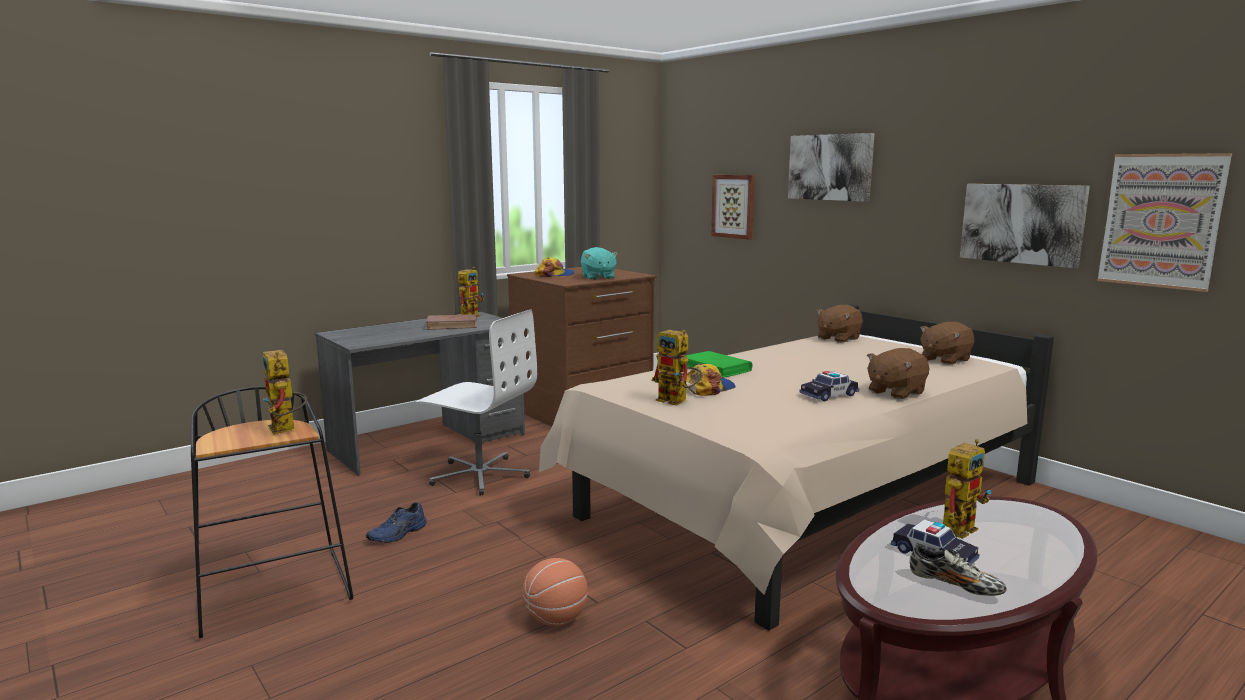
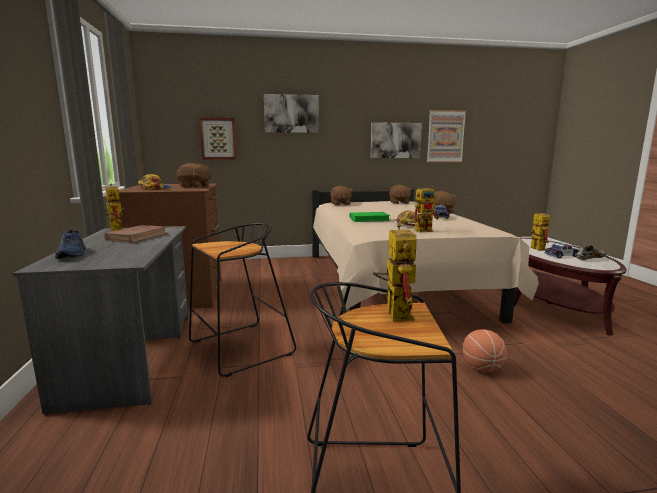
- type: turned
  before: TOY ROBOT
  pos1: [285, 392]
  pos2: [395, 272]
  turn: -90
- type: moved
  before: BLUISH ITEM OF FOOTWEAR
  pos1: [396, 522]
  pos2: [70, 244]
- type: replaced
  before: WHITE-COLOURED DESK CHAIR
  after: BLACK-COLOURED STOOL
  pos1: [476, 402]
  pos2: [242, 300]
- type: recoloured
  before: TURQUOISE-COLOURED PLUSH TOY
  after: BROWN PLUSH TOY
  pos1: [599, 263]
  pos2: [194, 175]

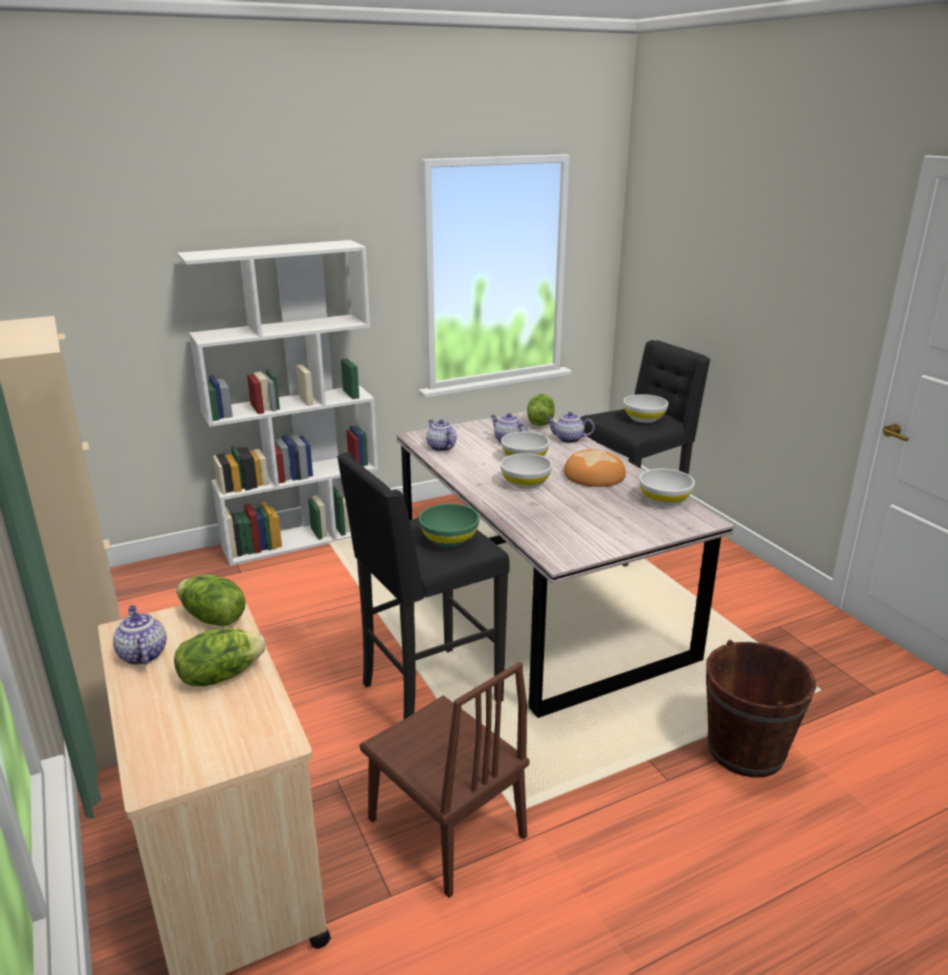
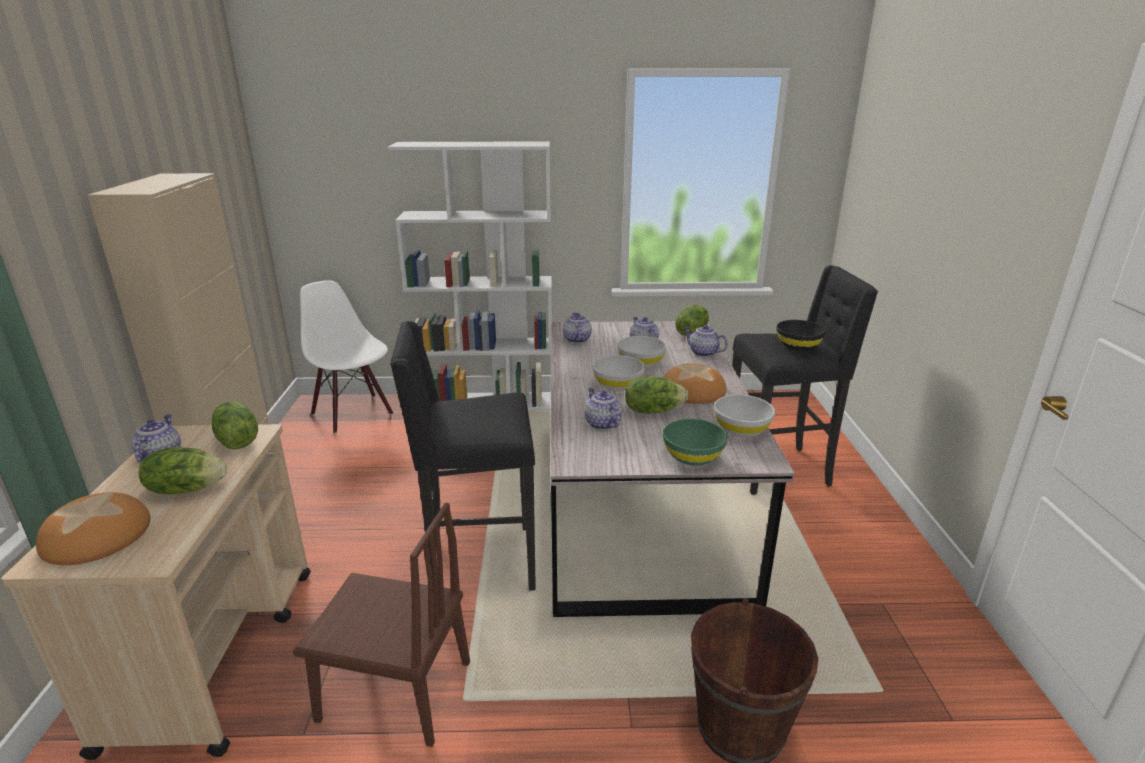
- type: turned
  before: BROWN PLAIN CHAIR
  pos1: [444, 780]
  pos2: [381, 625]
  turn: -60
- type: moved
  before: GREENISH DEEP DISH
  pos1: [449, 525]
  pos2: [695, 442]
- type: recoloured
  before: WHITE-COLOURED DEEP DISH
  after: BLACK-COLOURED DEEP DISH
  pos1: [646, 408]
  pos2: [801, 335]
- type: added
  after: BREAD
  pos2: [93, 528]
- type: added
  after: WHITE-COLOURED PLAIN CHAIR
  pos2: [346, 357]
- type: added
  after: TEAPOT
  pos2: [603, 409]
- type: added
  after: HEAD OF LETTUCE
  pos2: [656, 395]

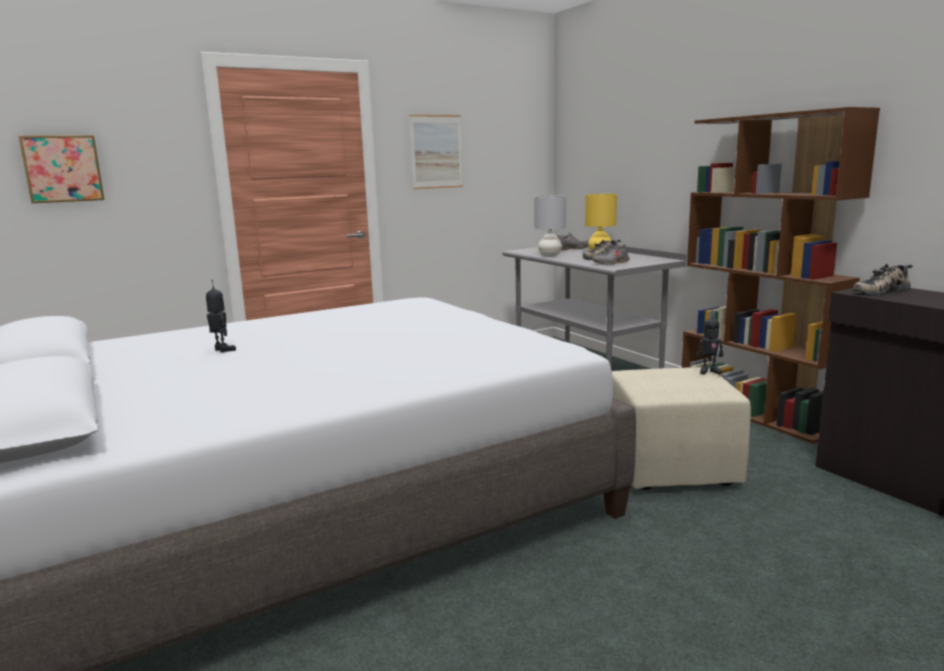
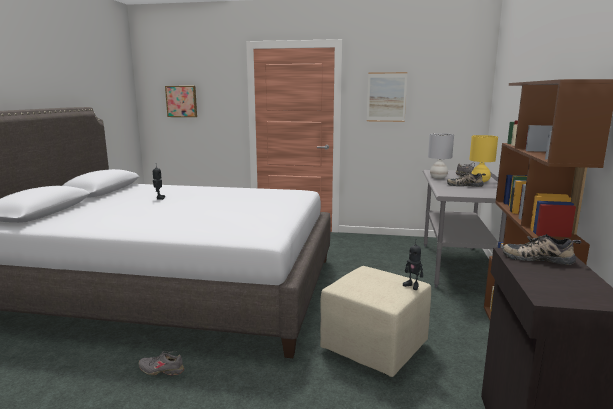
- type: moved
  before: GREYISH ITEM OF FOOTWEAR
  pos1: [611, 254]
  pos2: [161, 363]

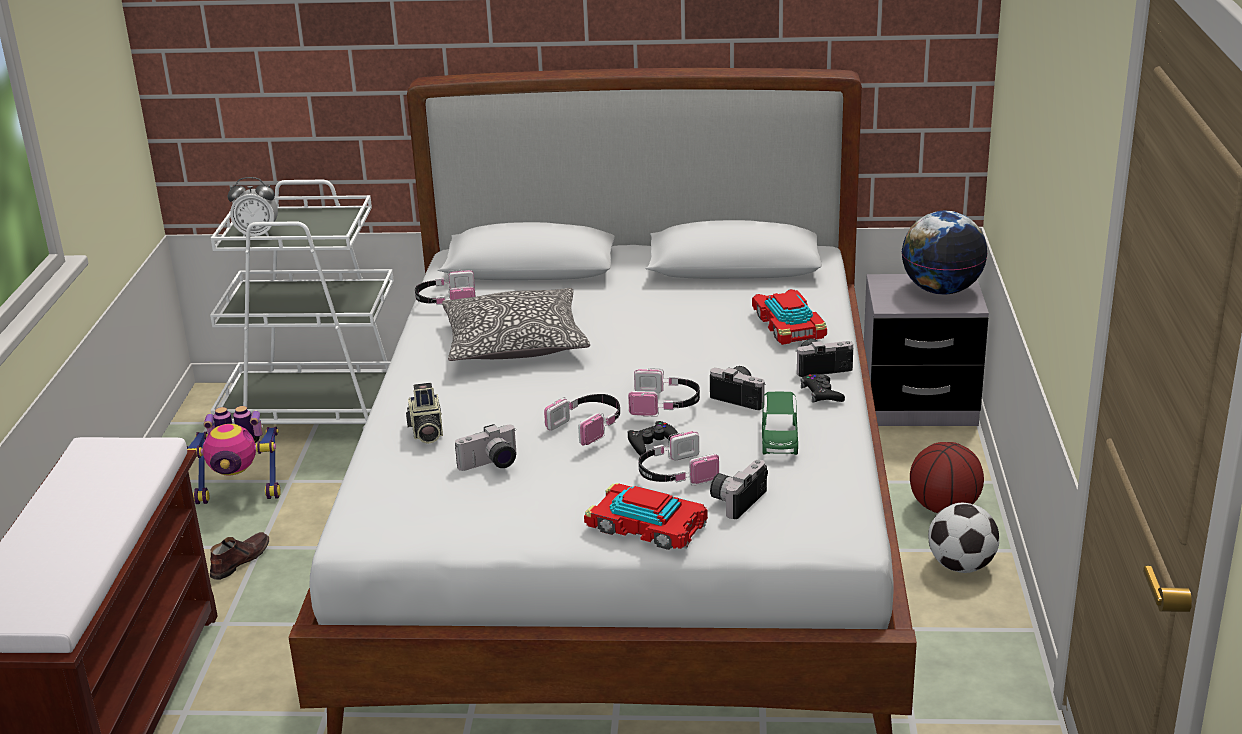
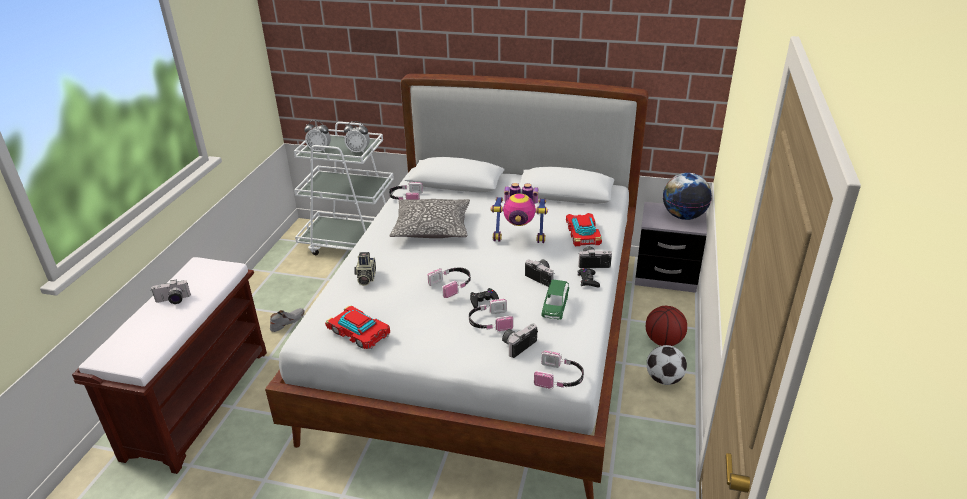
- type: moved
  before: TOY ROBOT
  pos1: [234, 455]
  pos2: [519, 213]
- type: recoloured
  before: BROWN ITEM OF FOOTWEAR
  after: GREYISH ITEM OF FOOTWEAR
  pos1: [239, 556]
  pos2: [287, 320]
- type: moved
  before: STILL CAMERA
  pos1: [486, 447]
  pos2: [171, 291]
- type: moved
  before: MODEL CAR
  pos1: [646, 516]
  pos2: [357, 327]
- type: moved
  before: PAIR OF HEADPHONES
  pos1: [664, 392]
  pos2: [559, 370]
- type: added
  after: TABLE CLOCK
  pos2: [357, 137]

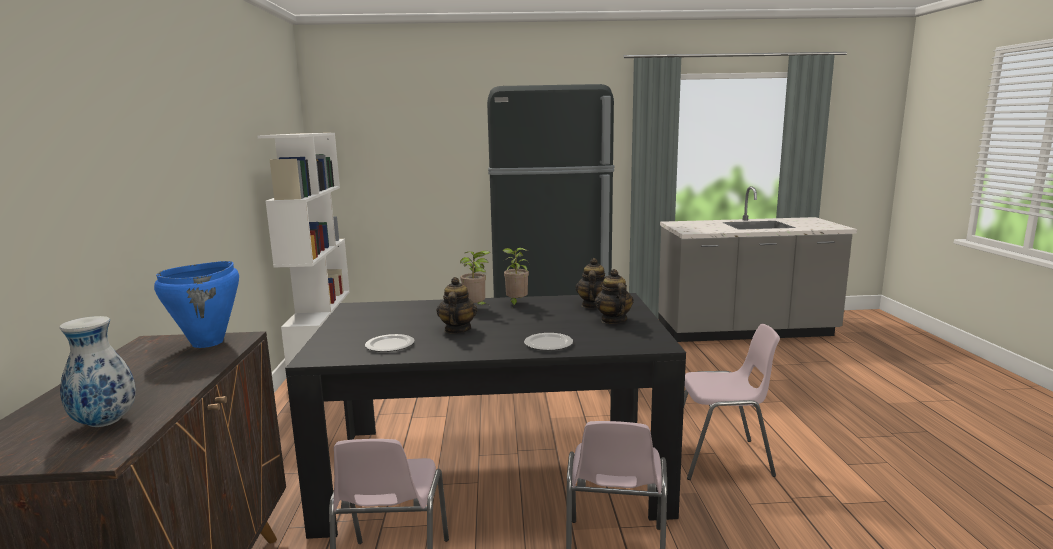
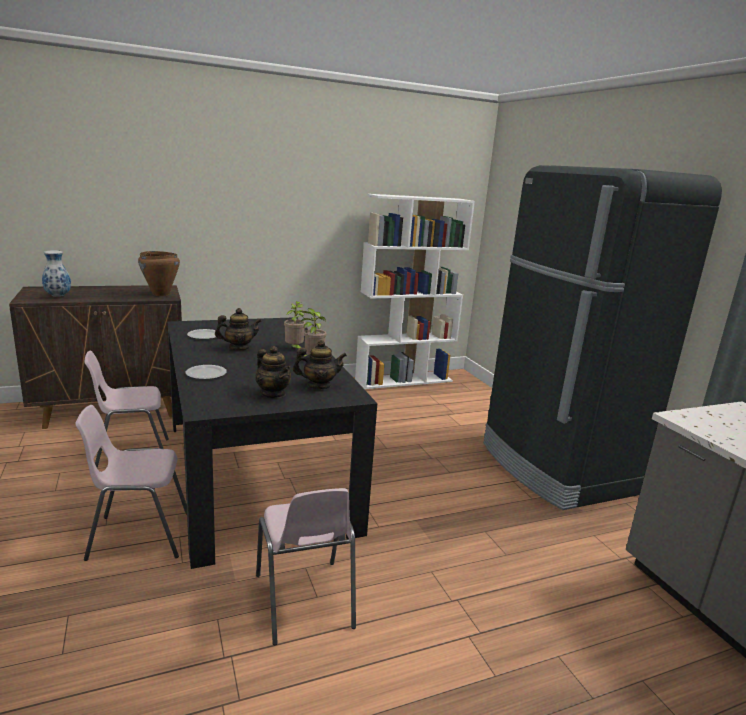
- type: recoloured
  before: BLUISH SAUCEPOT
  after: BROWN SAUCEPOT
  pos1: [196, 304]
  pos2: [159, 273]
- type: turned
  before: TEAPOT
  pos1: [614, 296]
  pos2: [273, 372]
  turn: 75

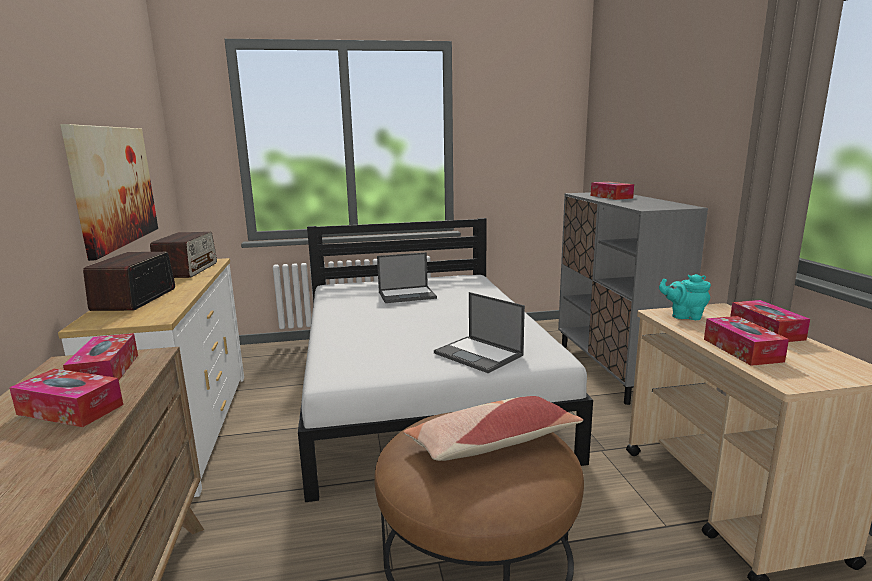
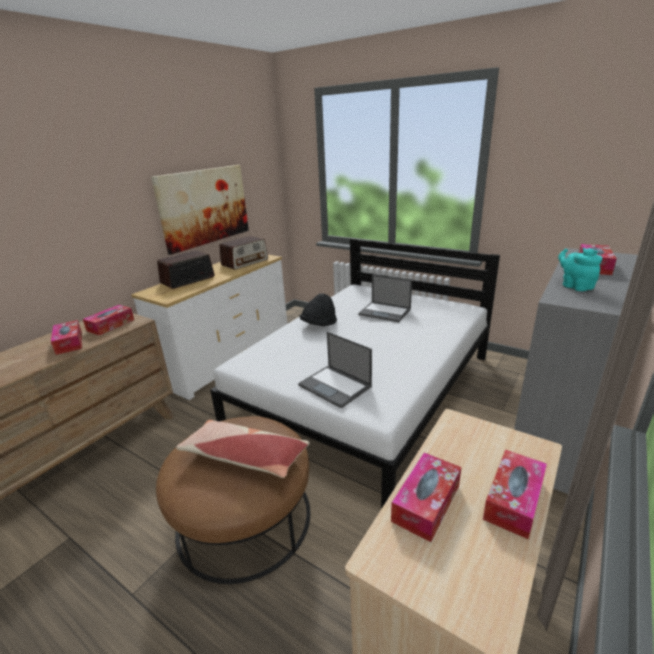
- type: turned
  before: LAPTOP
  pos1: [479, 332]
  pos2: [335, 370]
  turn: -45
- type: moved
  before: TURQUOISE-COLOURED TEAPOT
  pos1: [685, 297]
  pos2: [580, 269]
- type: added
  after: BLACK-COLOURED CLOTHING HAT
  pos2: [318, 309]

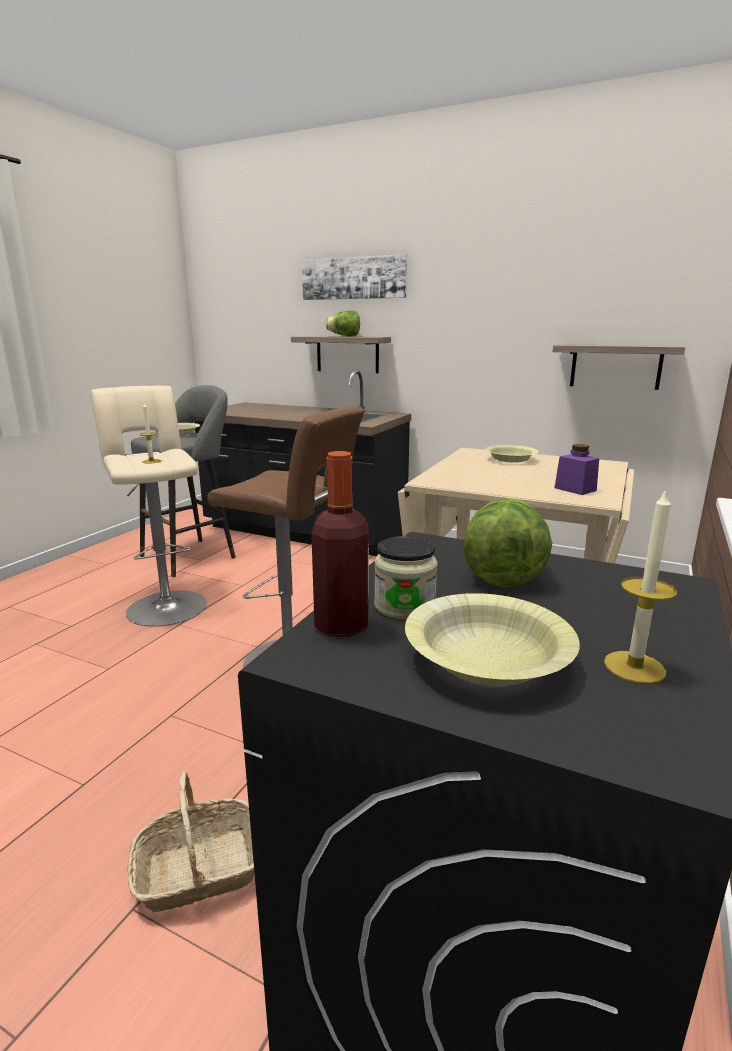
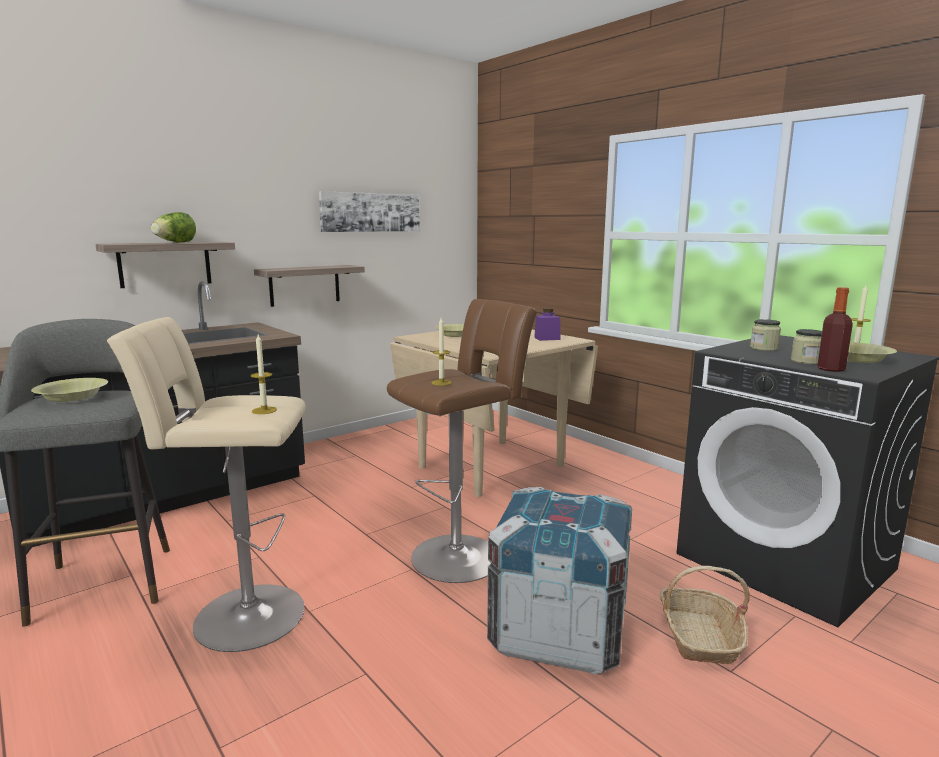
- type: moved
  before: WALL ART
  pos1: [354, 277]
  pos2: [369, 211]
- type: replaced
  before: HEAD OF LETTUCE
  after: JAR
  pos1: [507, 542]
  pos2: [765, 335]
- type: moved
  before: WALL SHELF
  pos1: [619, 367]
  pos2: [309, 286]
- type: added
  after: CANDLE
  pos2: [441, 352]
- type: added
  after: SHIPPING CRATE
  pos2: [559, 580]

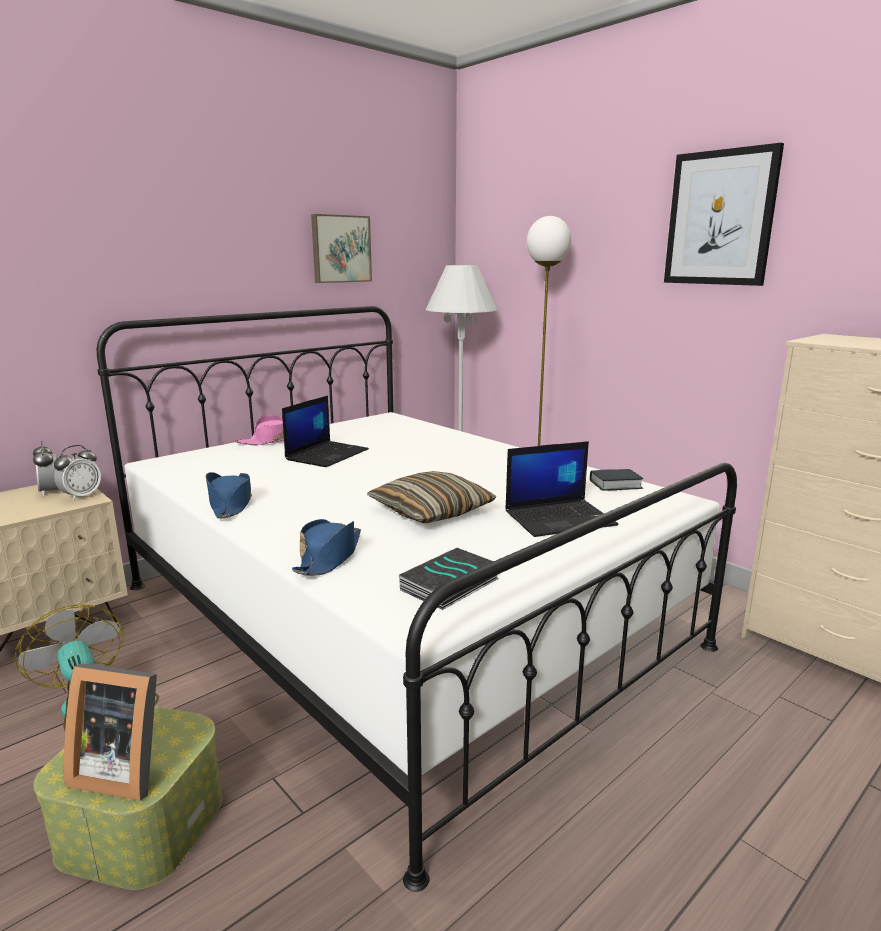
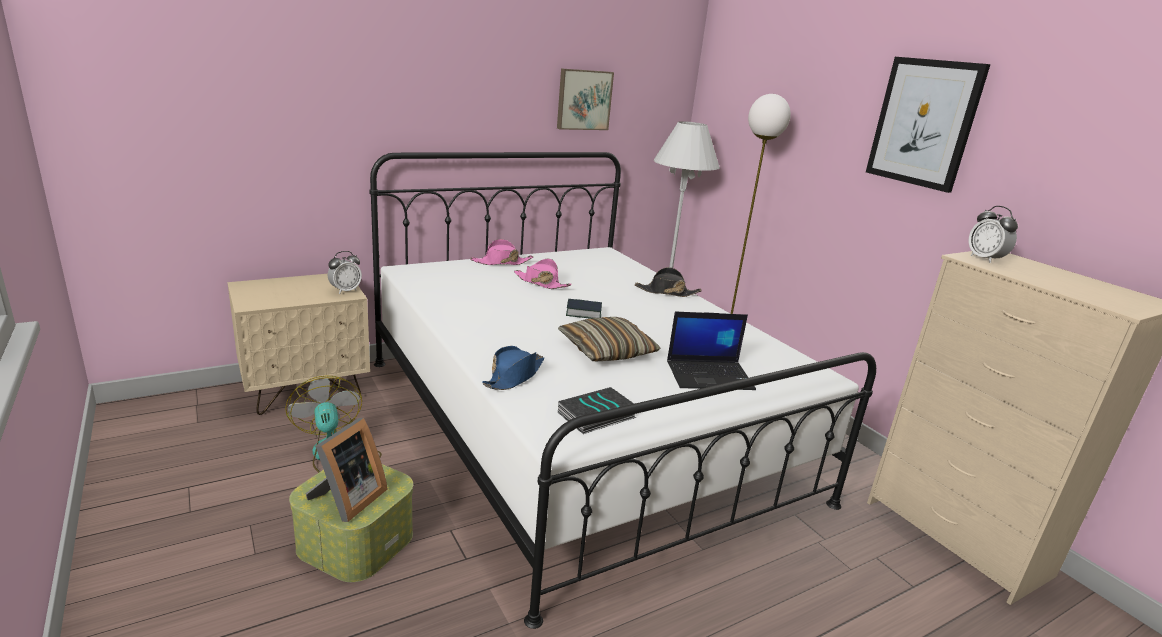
- type: moved
  before: TABLE CLOCK
  pos1: [46, 468]
  pos2: [993, 234]
- type: turned
  before: PHOTO FRAME
  pos1: [110, 732]
  pos2: [346, 470]
  turn: -90
- type: removed
  before: BLUISH CLOTHING HAT
  pos1: [229, 495]
- type: replaced
  before: LAPTOP
  after: PINK-COLOURED CLOTHING HAT
  pos1: [325, 431]
  pos2: [543, 274]
- type: moved
  before: BOUND BOOK
  pos1: [616, 480]
  pos2: [584, 309]
- type: added
  after: BLACK-COLOURED CLOTHING HAT
  pos2: [668, 282]

